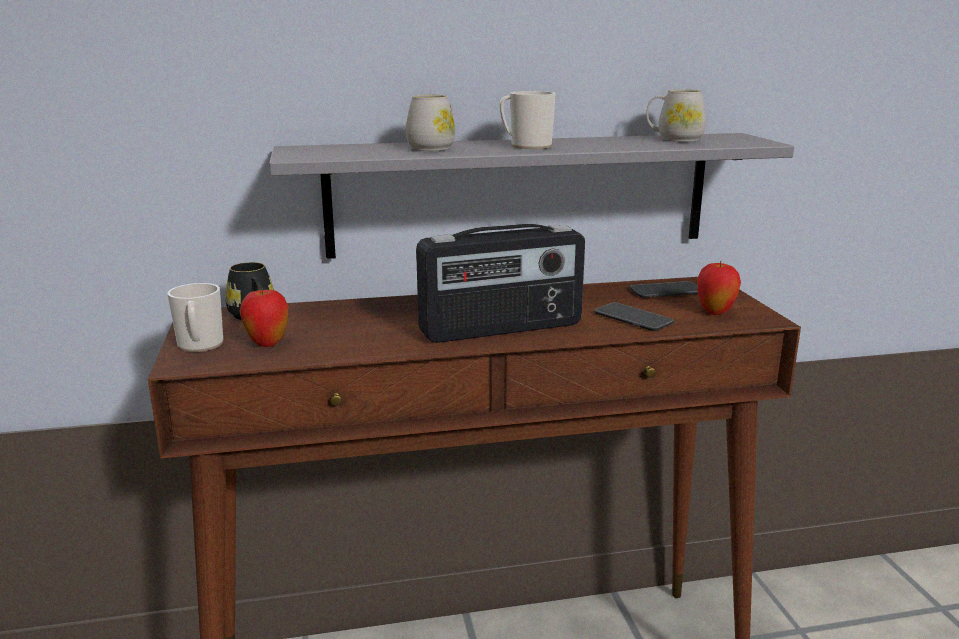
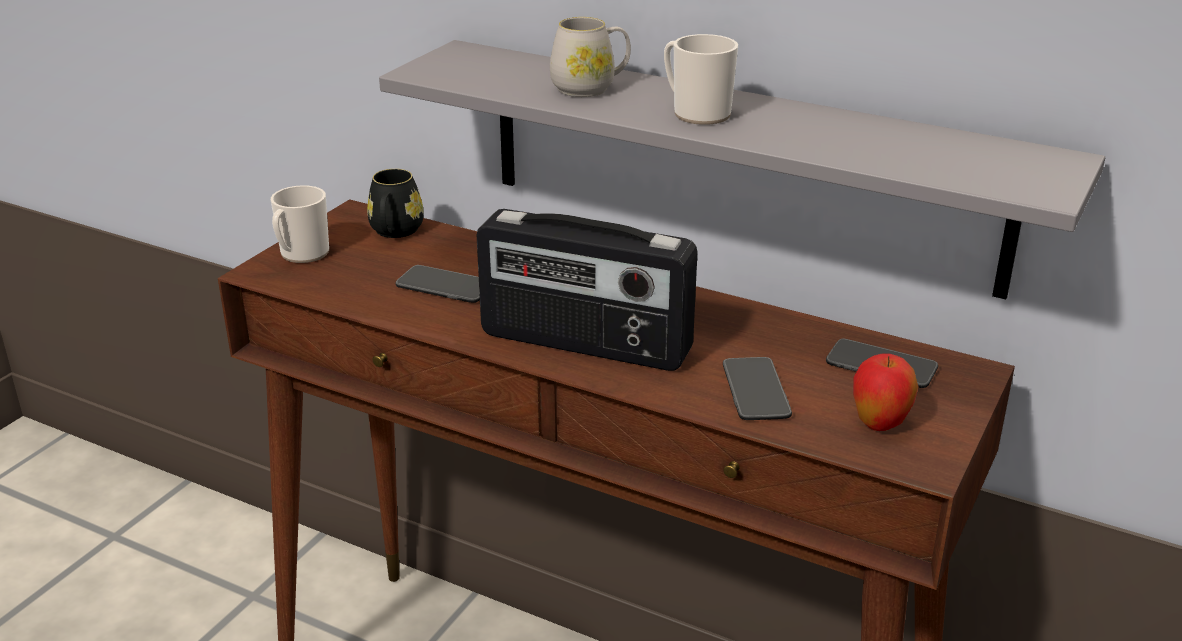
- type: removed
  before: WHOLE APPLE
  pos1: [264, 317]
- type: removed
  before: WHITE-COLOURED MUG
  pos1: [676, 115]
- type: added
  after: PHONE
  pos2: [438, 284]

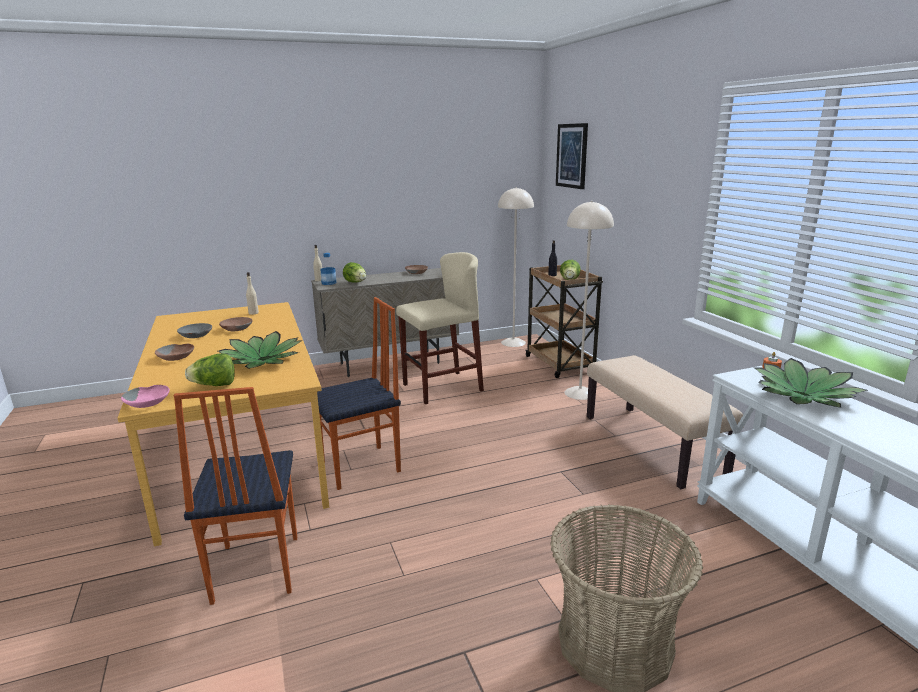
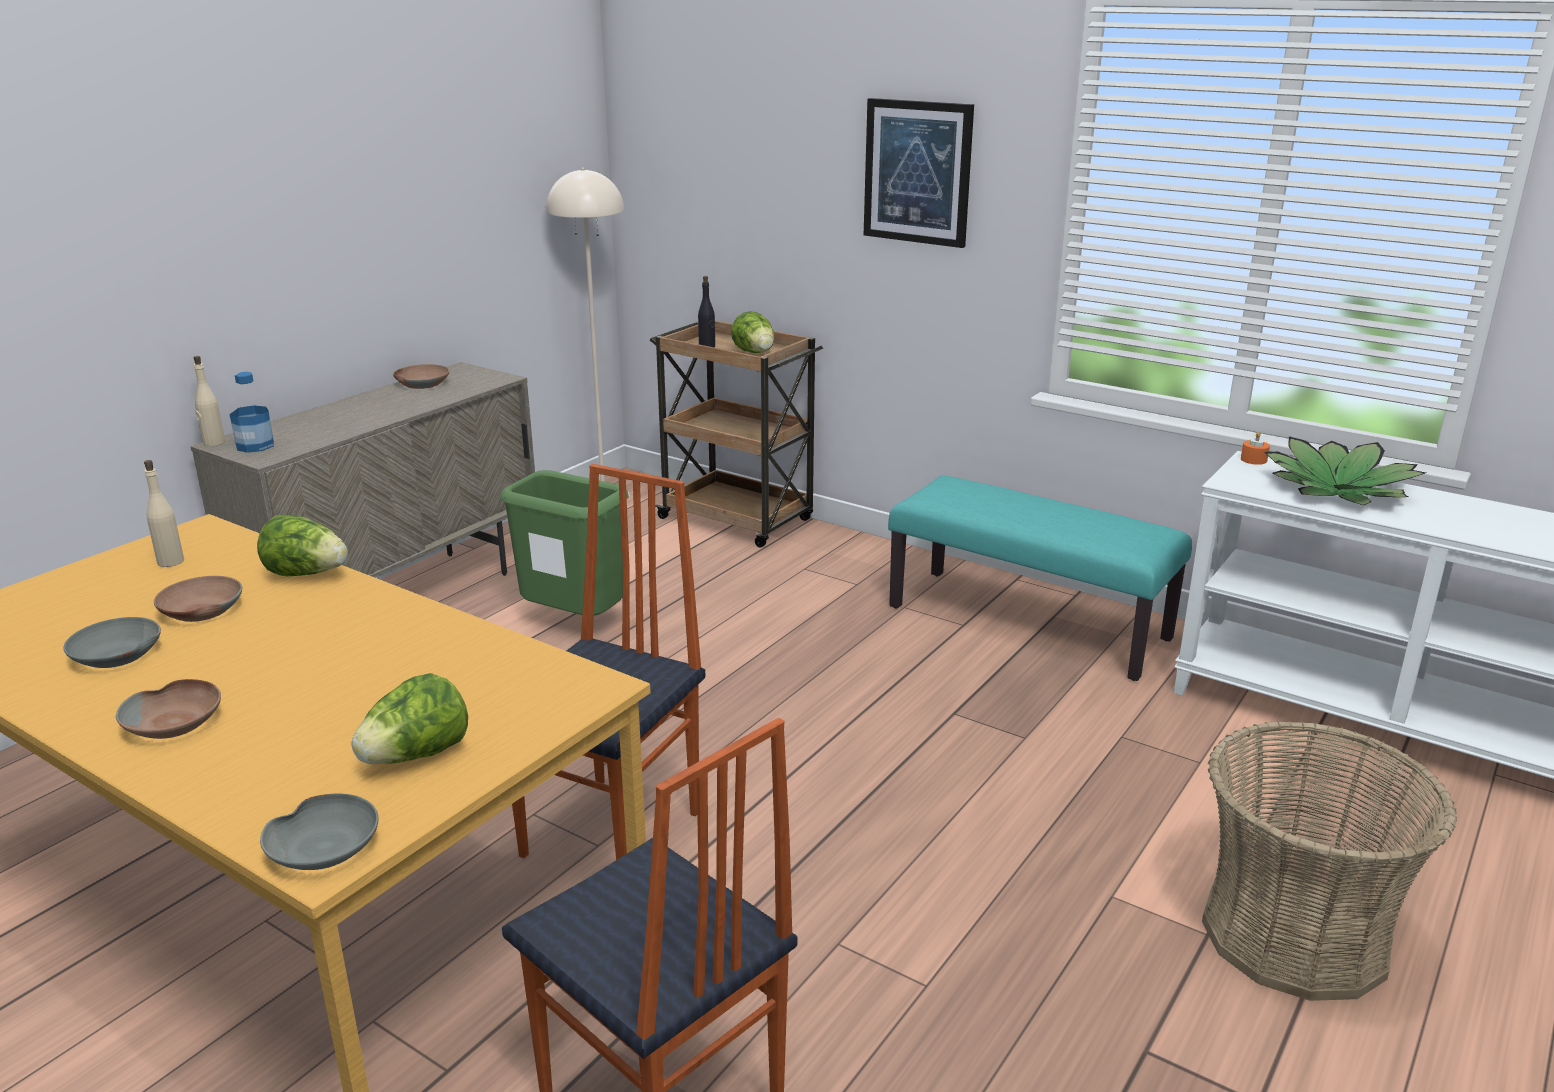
- type: recoloured
  before: PINK-COLOURED DEEP DISH
  after: GREYISH DEEP DISH
  pos1: [145, 396]
  pos2: [319, 832]
- type: removed
  before: POTTED PLANT
  pos1: [260, 350]
- type: moved
  before: HEAD OF LETTUCE
  pos1: [354, 272]
  pos2: [302, 545]
- type: replaced
  before: SAND-COLOURED STOOL
  after: GREENISH TRASH CAN
  pos1: [440, 328]
  pos2: [564, 543]
- type: moved
  before: WALL ART
  pos1: [572, 156]
  pos2: [919, 173]
- type: removed
  before: SAND-COLOURED STANDARD LAMP
  pos1: [589, 300]
- type: recoloured
  before: SAND-COLOURED BENCH
  after: TURQUOISE-COLOURED BENCH
  pos1: [665, 422]
  pos2: [1040, 578]

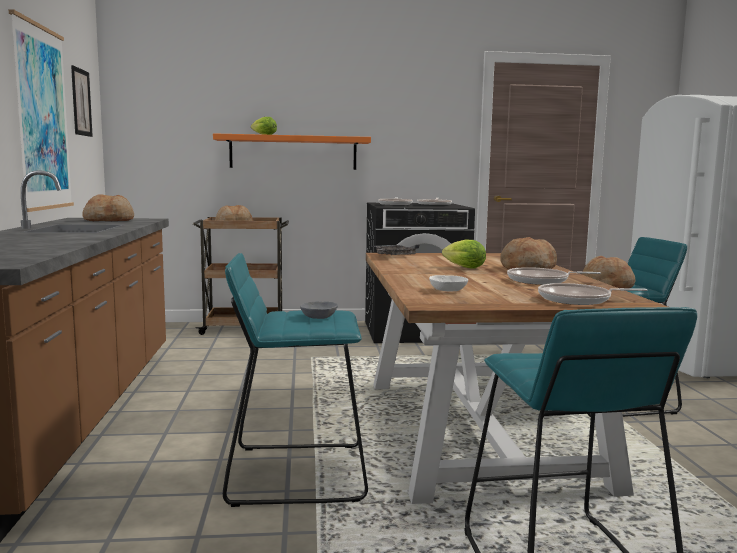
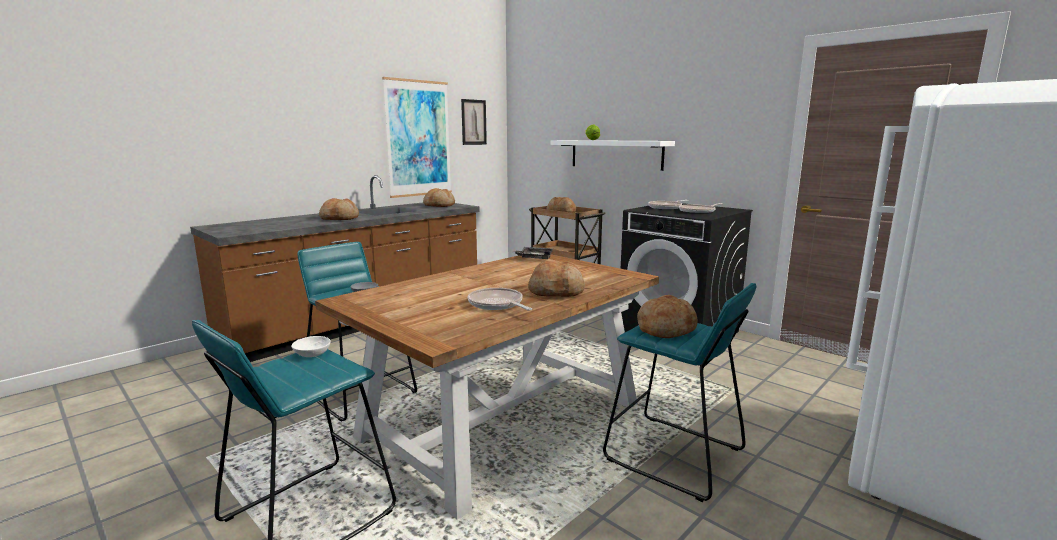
- type: recoloured
  before: ORANGE-COLOURED WALL SHELF
  after: WHITE-COLOURED WALL SHELF
  pos1: [292, 151]
  pos2: [612, 155]
- type: moved
  before: WHITE-COLOURED DEEP DISH
  pos1: [448, 283]
  pos2: [311, 346]
- type: removed
  before: HEAD OF LETTUCE
  pos1: [464, 254]
- type: removed
  before: FRYING PAN
  pos1: [592, 294]
- type: added
  after: BREAD
  pos2: [339, 209]

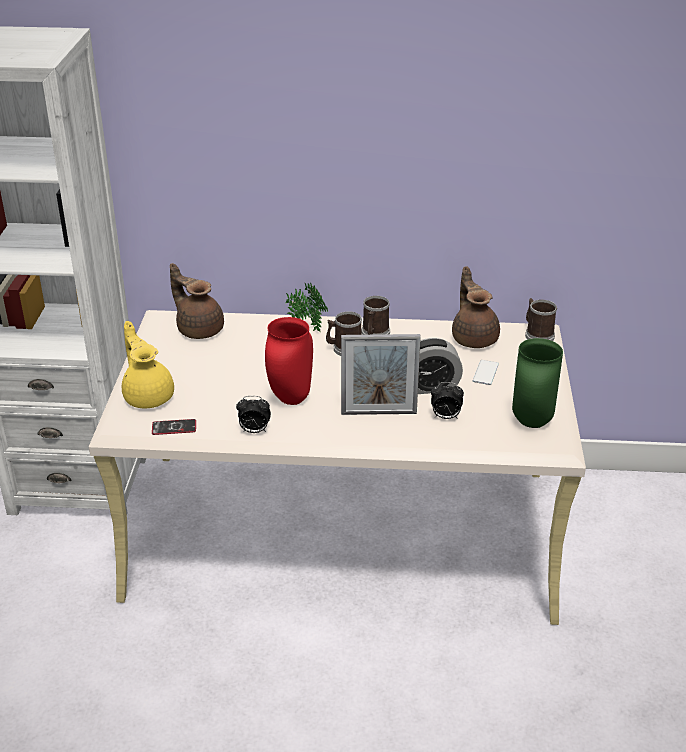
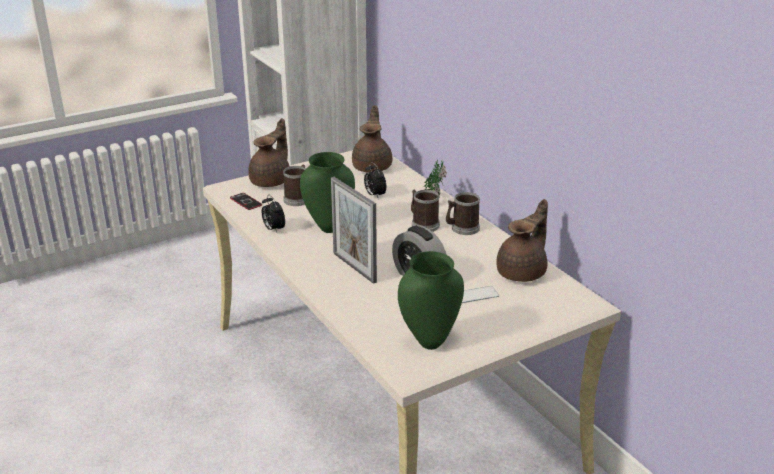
- type: recoloured
  before: YELLOW-COLOURED TEAPOT
  after: BROWN TEAPOT
  pos1: [148, 364]
  pos2: [269, 152]
- type: recoloured
  before: REDDISH DECORATIVE VASE
  after: GREENISH DECORATIVE VASE
  pos1: [289, 361]
  pos2: [327, 192]
- type: moved
  before: TABLE CLOCK
  pos1: [447, 400]
  pos2: [375, 180]
- type: moved
  before: MUG
  pos1: [541, 319]
  pos2: [294, 185]

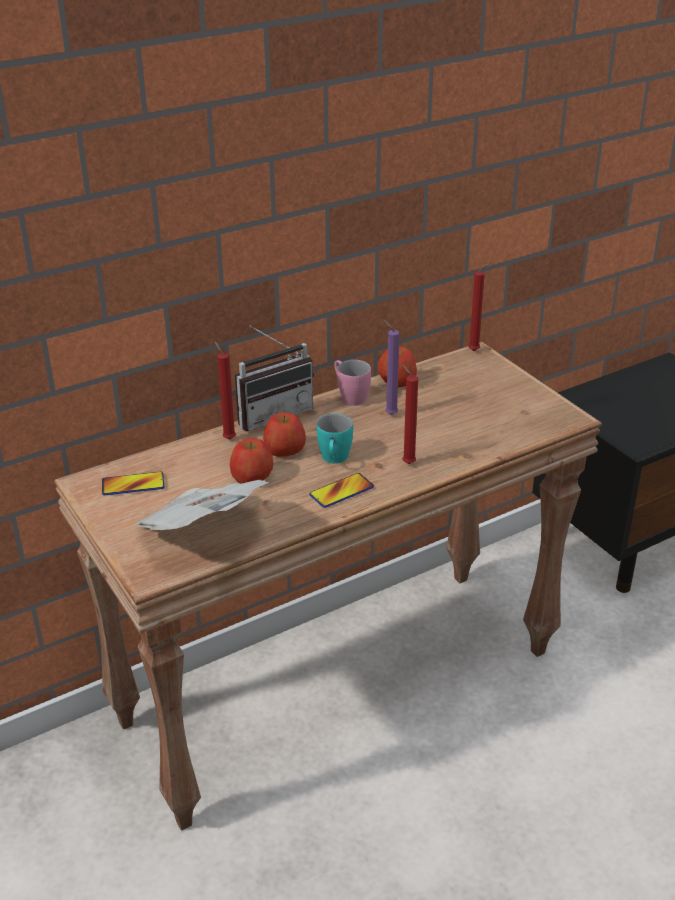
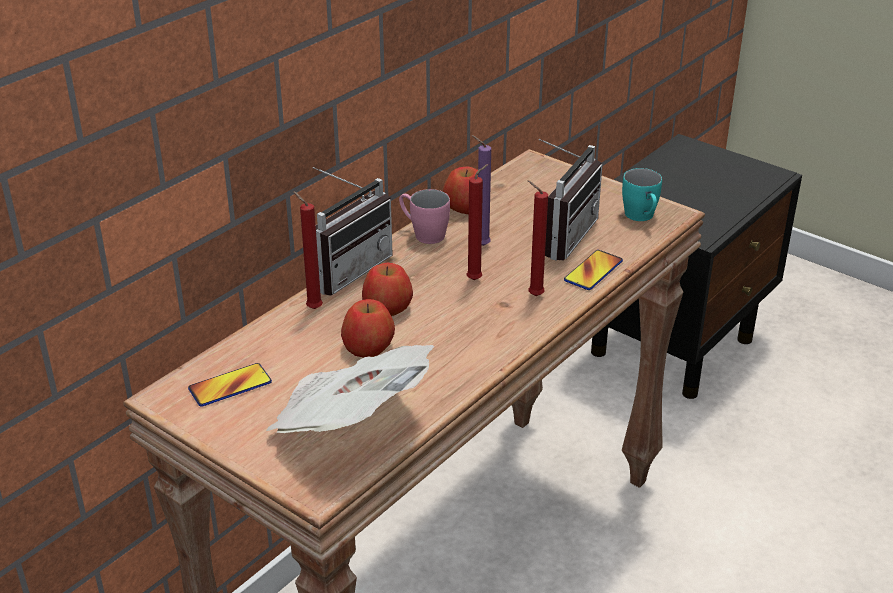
- type: moved
  before: PHONE
  pos1: [341, 490]
  pos2: [593, 270]
- type: moved
  before: TURQUOISE-COLOURED MUG
  pos1: [335, 438]
  pos2: [642, 194]
- type: moved
  before: REDDISH CANDLE
  pos1: [479, 307]
  pos2: [477, 222]
- type: added
  after: RADIO SET
  pos2: [571, 200]

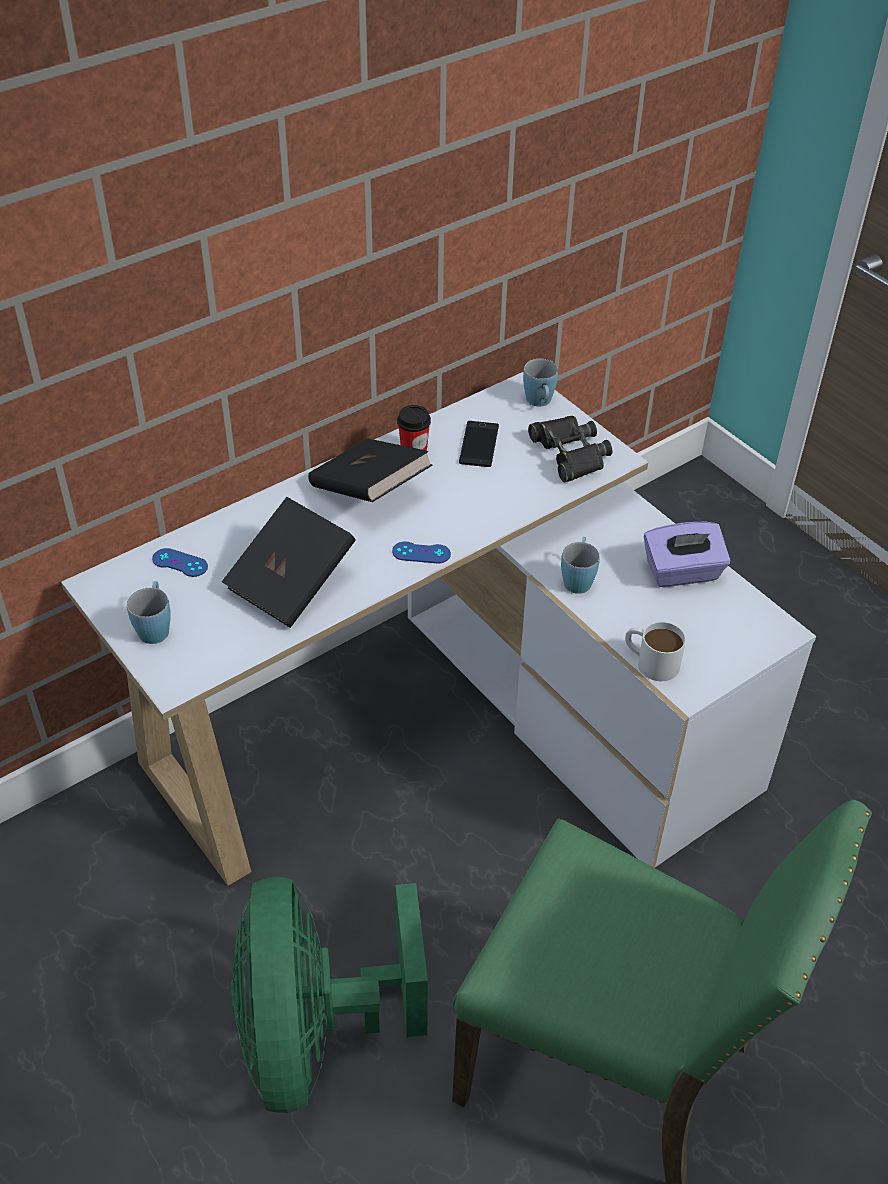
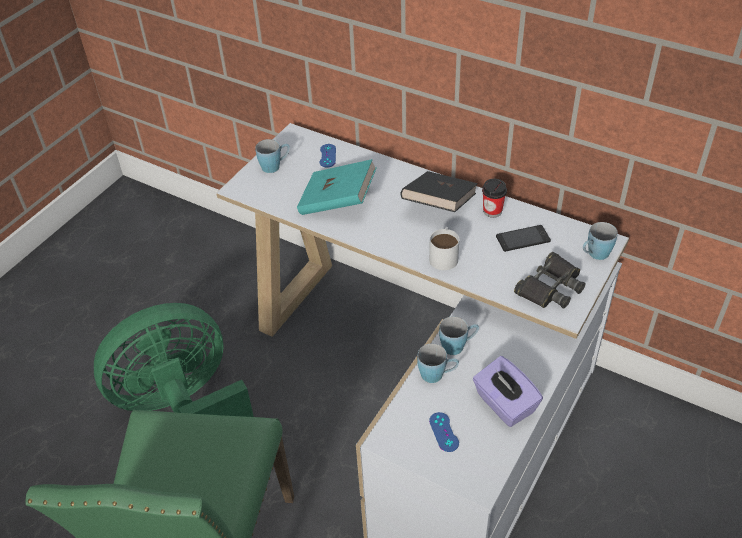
- type: recoloured
  before: BLACK-COLOURED BOUND BOOK
  after: TURQUOISE-COLOURED BOUND BOOK
  pos1: [289, 562]
  pos2: [337, 187]
- type: moved
  before: BLUISH GAMEPAD
  pos1: [421, 552]
  pos2: [444, 432]
- type: moved
  before: WHITE-COLOURED MUG
  pos1: [655, 651]
  pos2: [444, 248]
- type: added
  after: BLUISH MUG
  pos2: [438, 363]

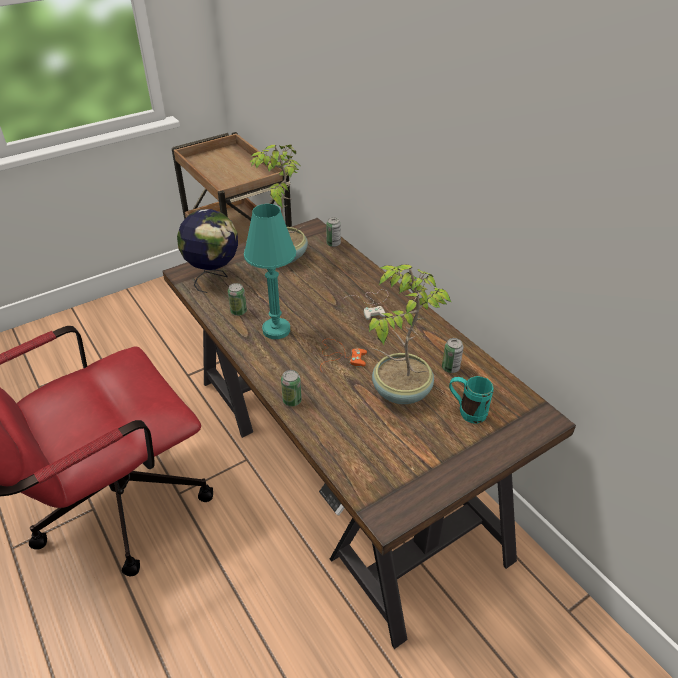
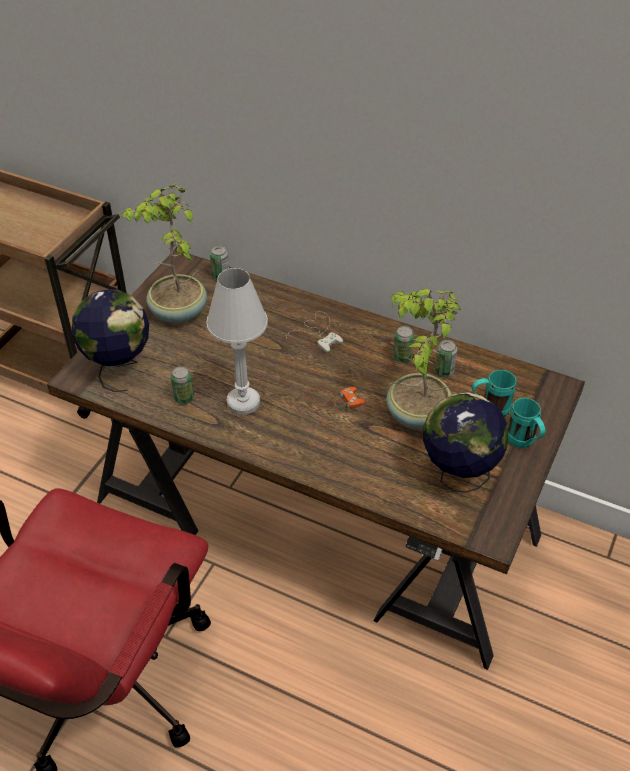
- type: recoloured
  before: TURQUOISE-COLOURED TABLE LAMP
  after: WHITE-COLOURED TABLE LAMP
  pos1: [270, 271]
  pos2: [237, 341]
- type: moved
  before: METAL CAN
  pos1: [291, 388]
  pos2: [404, 344]
- type: added
  after: WORLD GLOBE
  pos2: [465, 442]
- type: added
  after: TURQUOISE-COLOURED MUG
  pos2: [526, 423]

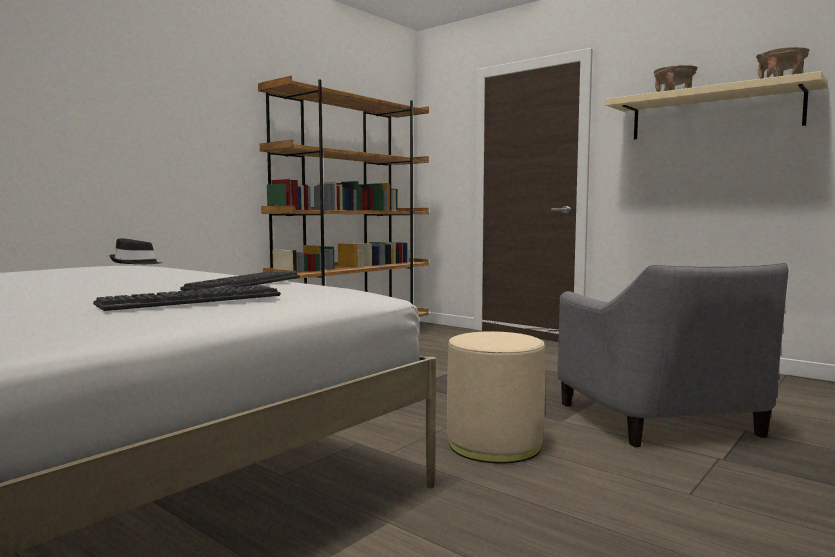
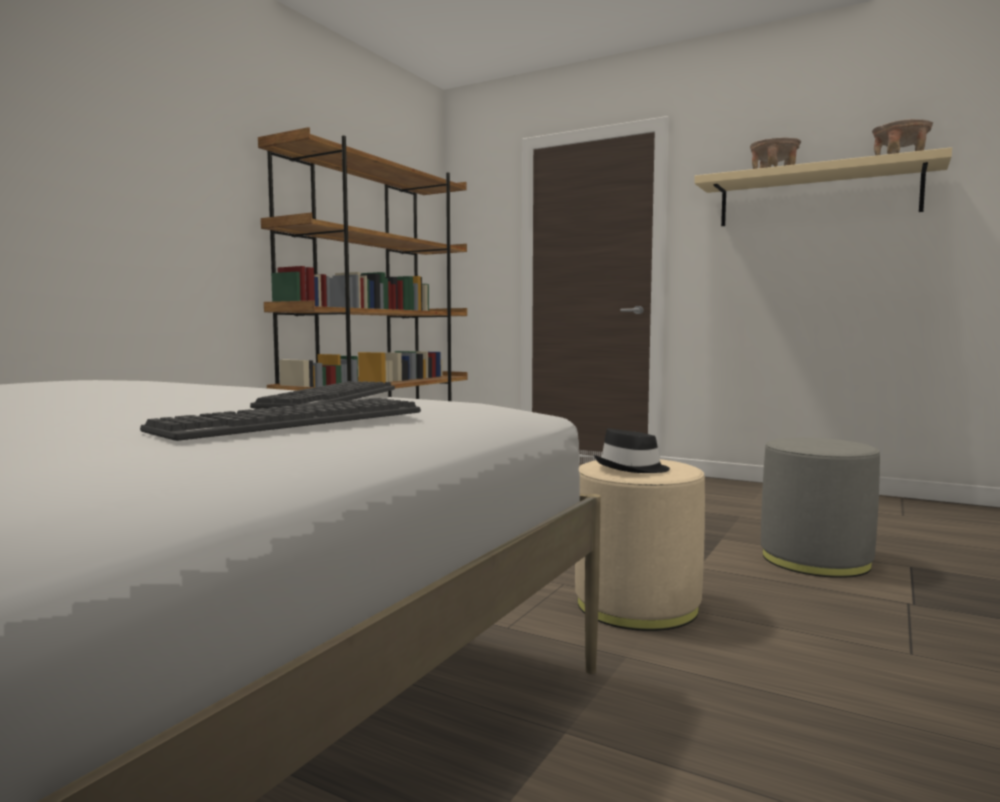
- type: moved
  before: BLACK-COLOURED CLOTHING HAT
  pos1: [135, 251]
  pos2: [632, 450]
- type: replaced
  before: GREYISH ARMCHAIR
  after: GREYISH POUFFE
  pos1: [673, 355]
  pos2: [820, 508]

